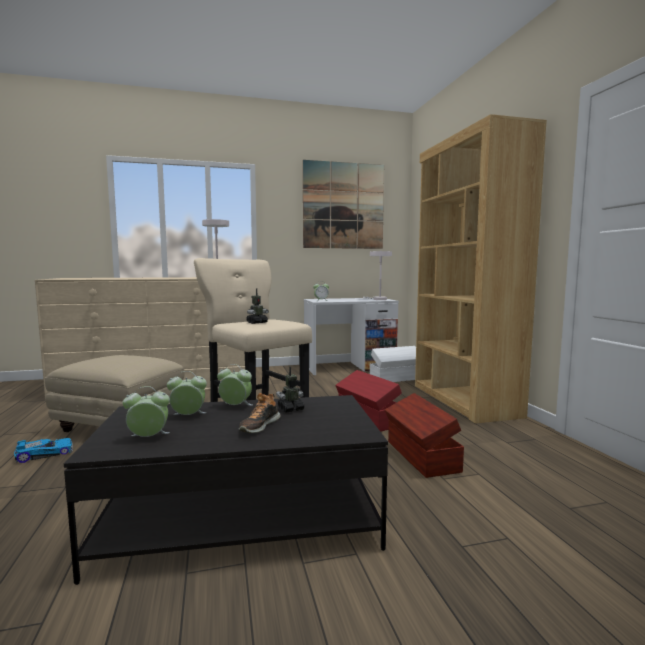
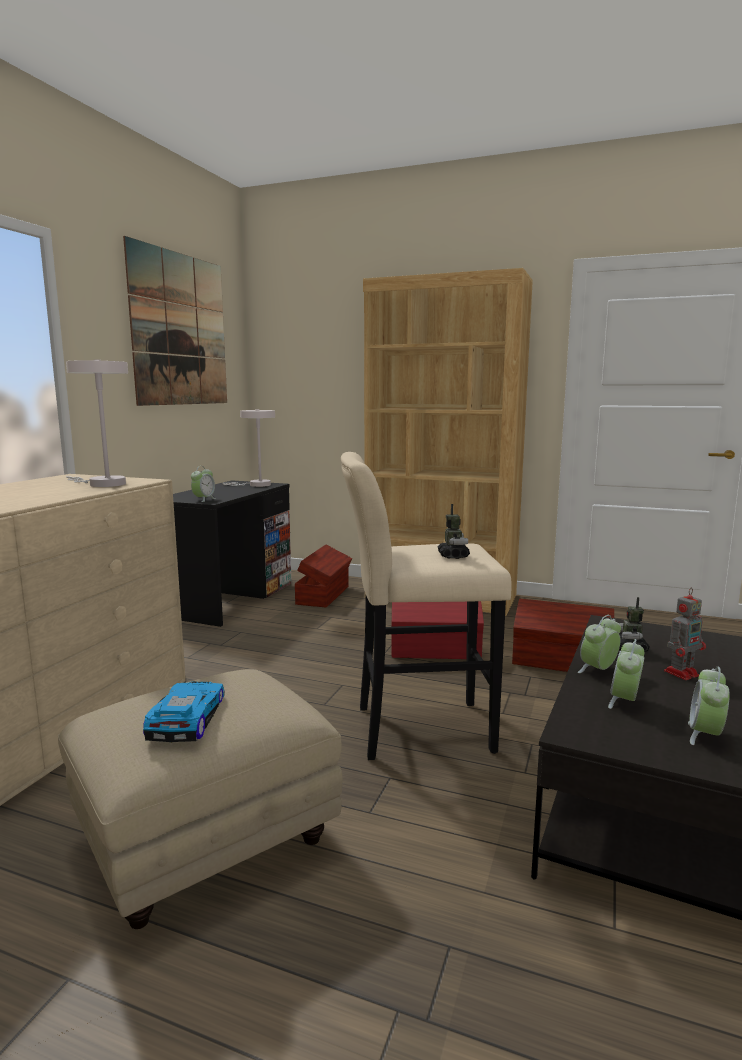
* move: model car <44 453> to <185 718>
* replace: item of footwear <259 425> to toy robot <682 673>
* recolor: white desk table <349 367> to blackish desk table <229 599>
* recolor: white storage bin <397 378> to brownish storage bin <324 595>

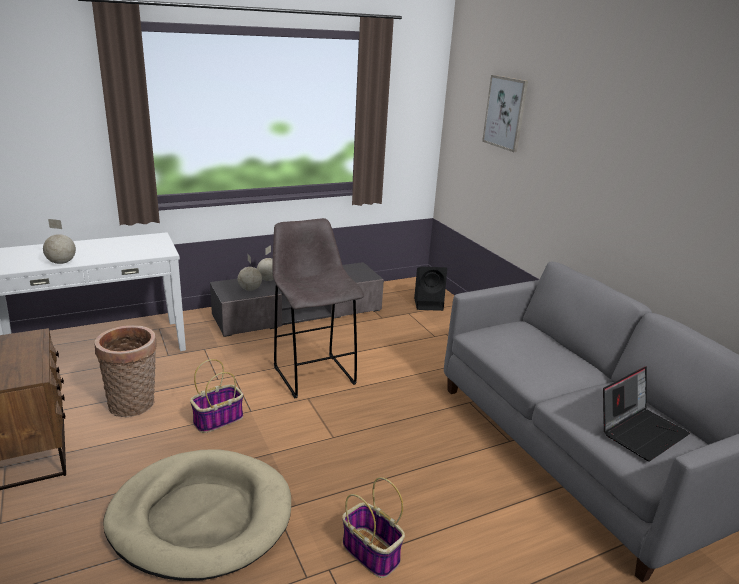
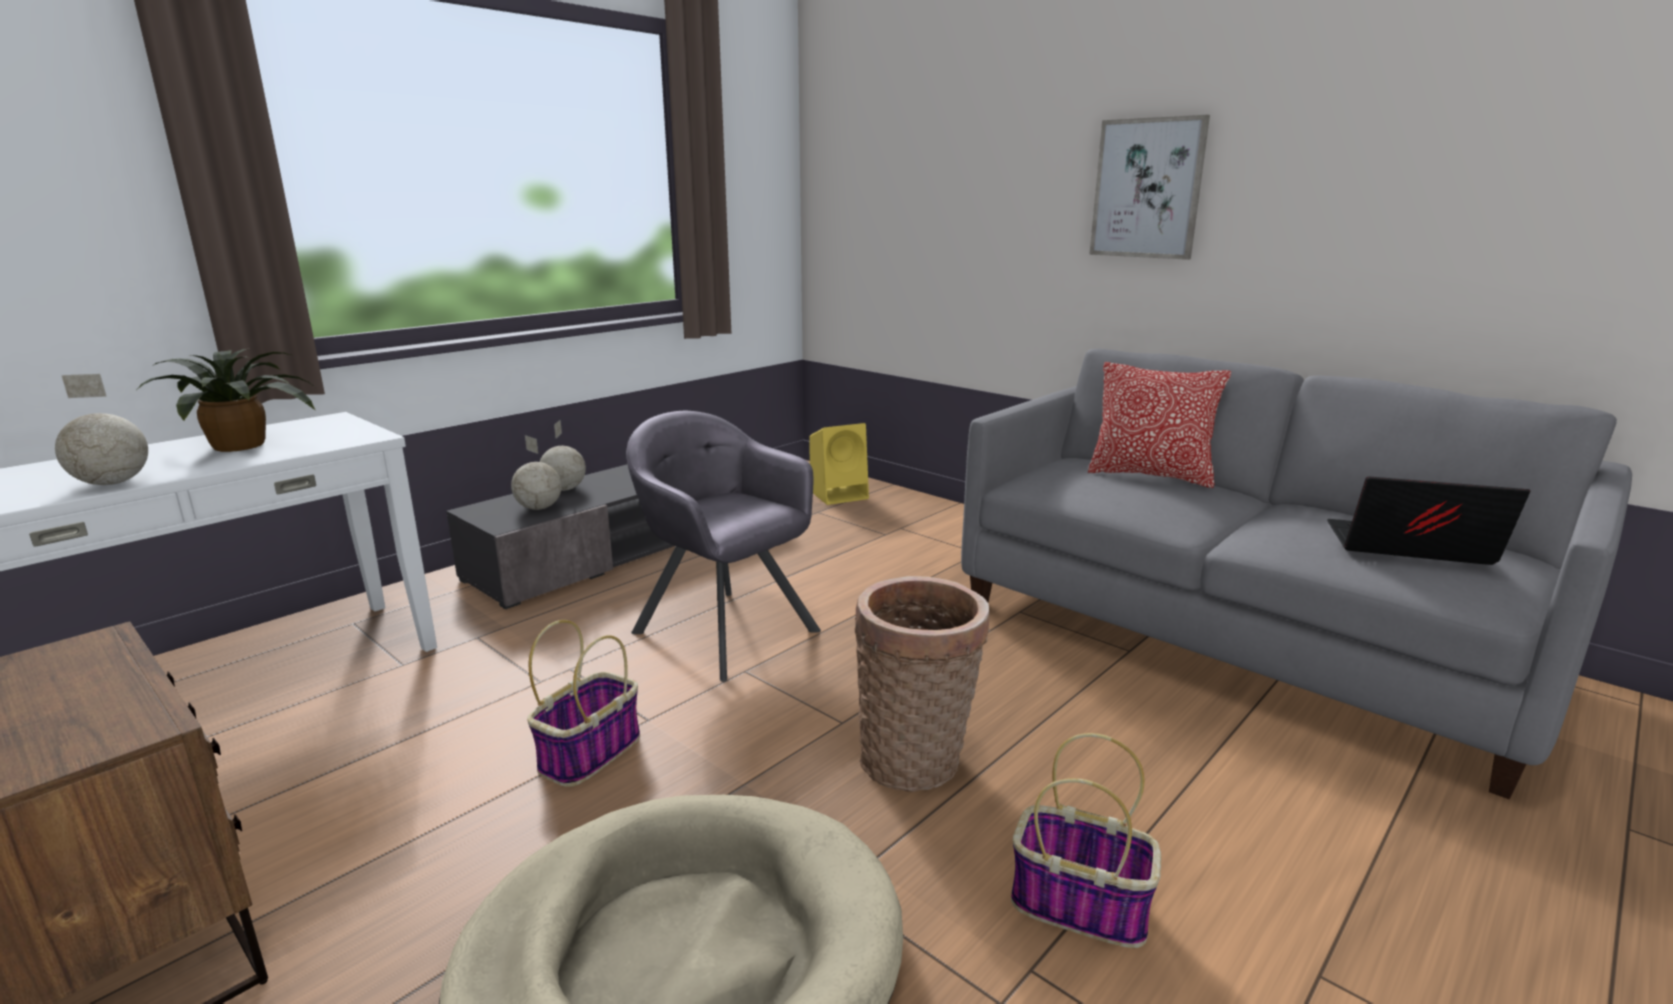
* insert: houseplant <244 445>
* insert: pillow <1150 475>
* move: household basket <134 405> to <916 760>
* move: wall art <505 113> to <1147 189>
* replace: greyish sitting stool <313 374> to greyish easy chair <725 630>
* recolor: blackish audio speaker <429 304> to yellow audio speaker <840 494>
* rotate: portable computer <640 431> = <1407 548> 105 degrees counterclockwise

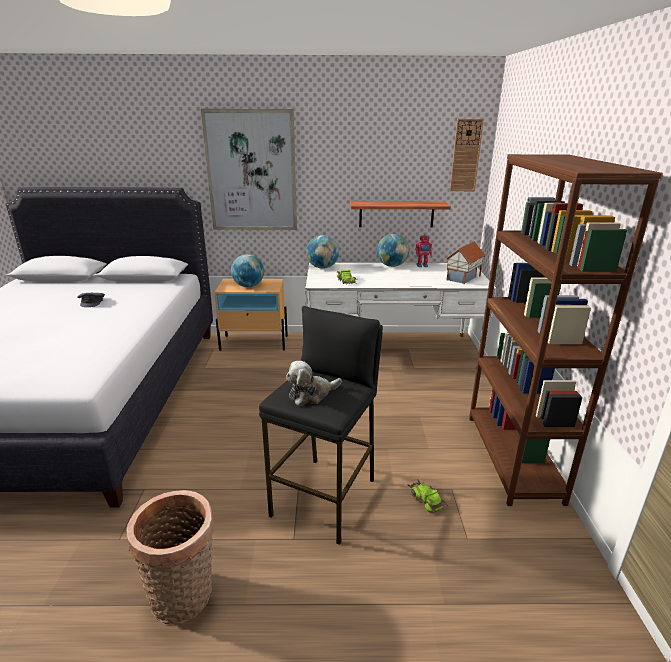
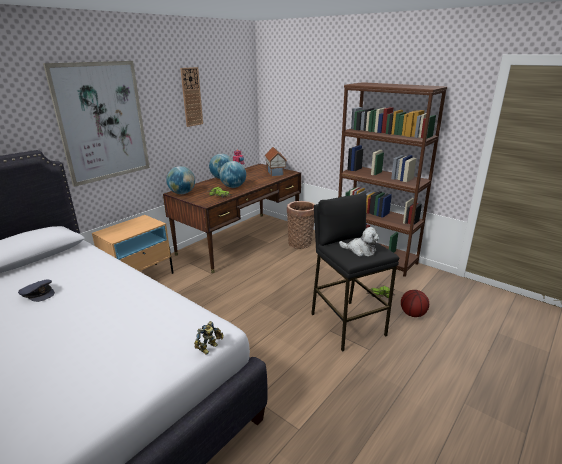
* delete: bracket shelf <396 214>
* insert: toy robot <210 348>
* insert: basketball ball <413 314>
* move: household basket <185 597> to <301 243>
* move: desk globe <248 286> to <233 187>
* move: wall clock <466 155> to <191 97>
* recolor: white desk table <391 350> to brownish desk table <240 240>
* rotate: plush toy <311 394> = <360 250> 75 degrees counterclockwise

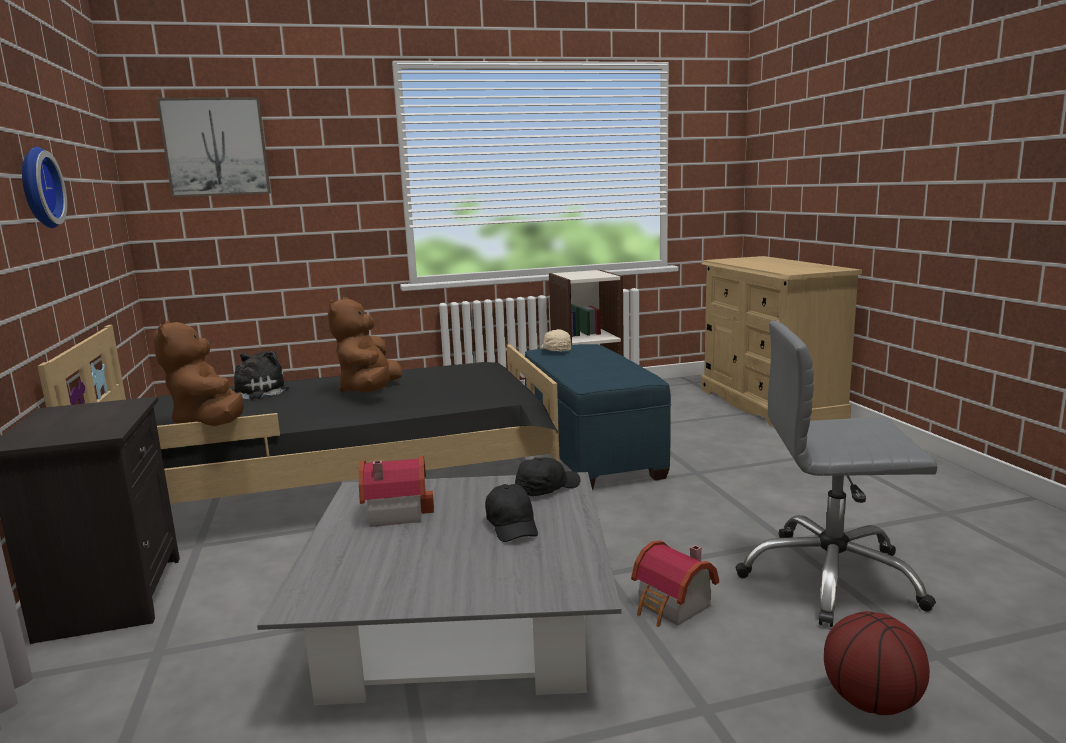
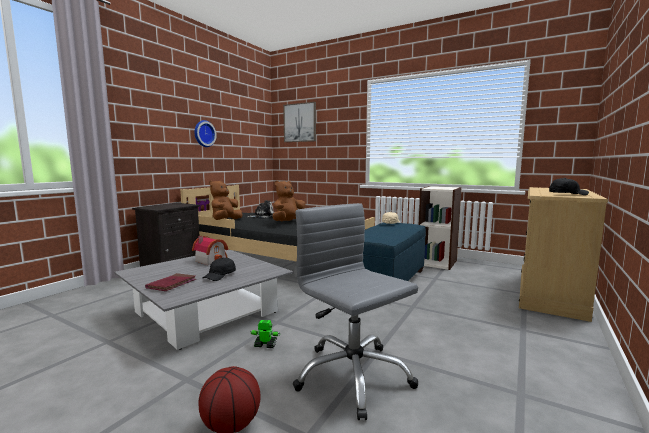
* insert: red bound book <172 284>
* move: blackish baseball cap <546 488> to <567 194>
* replace: toy house <673 607> to toy robot <265 345>

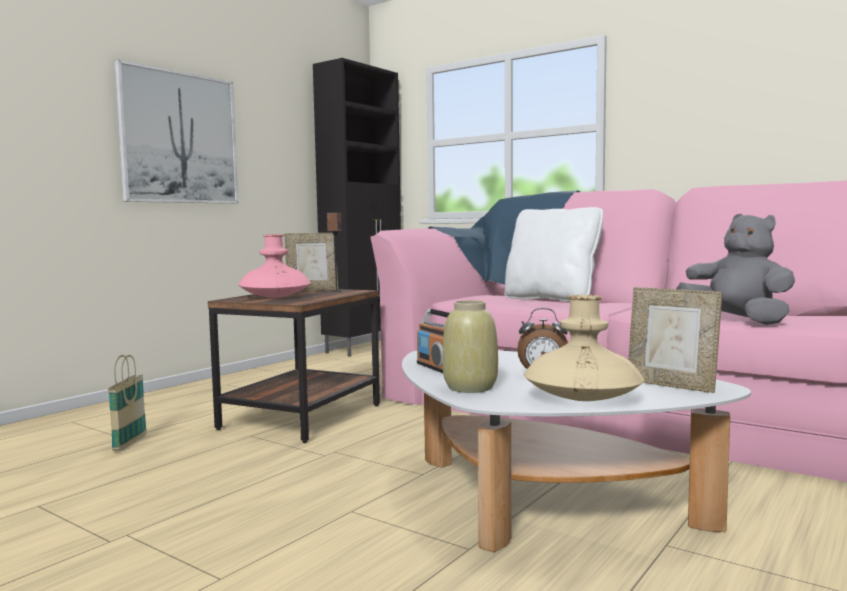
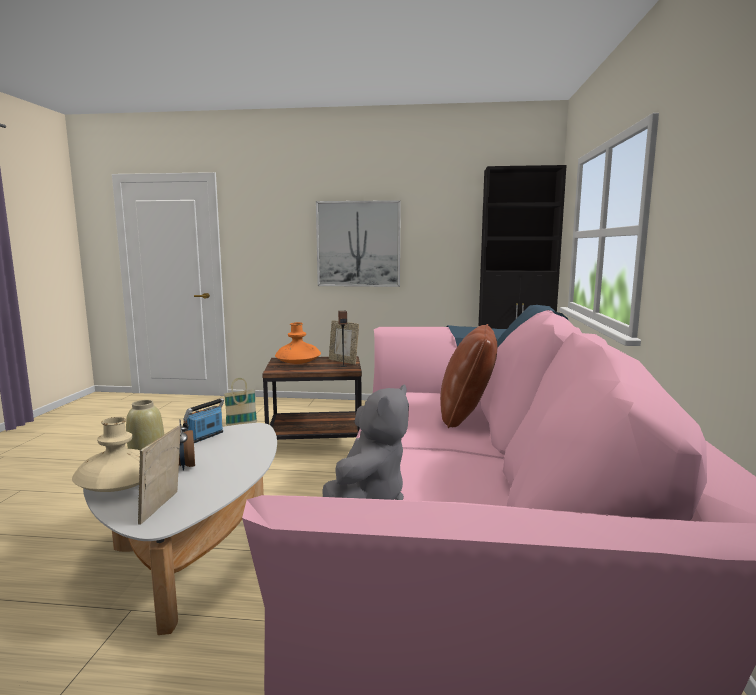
* recolor: pink-coloured flower vase <275 297> to orangey flower vase <298 363>
* recolor: white pillow <551 299> to brownish pillow <467 416>

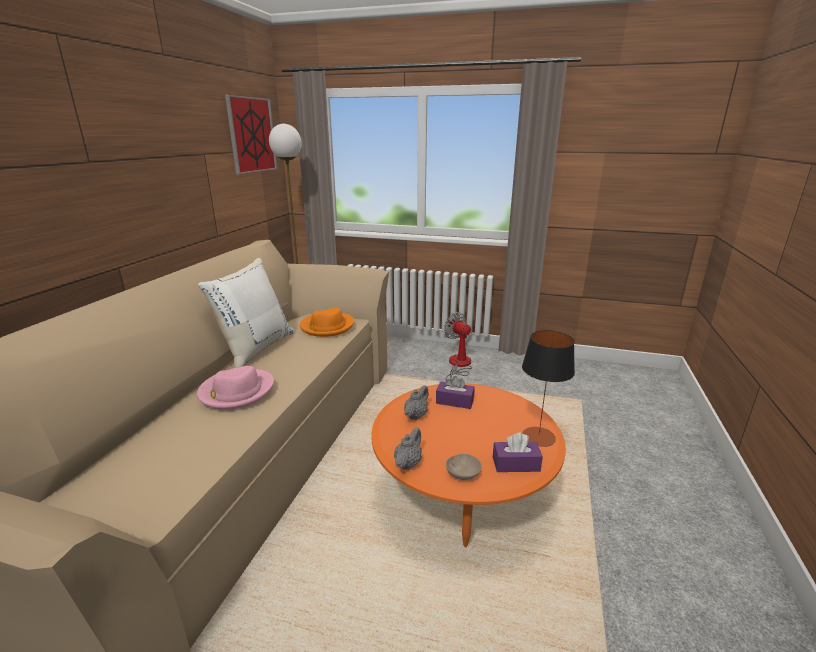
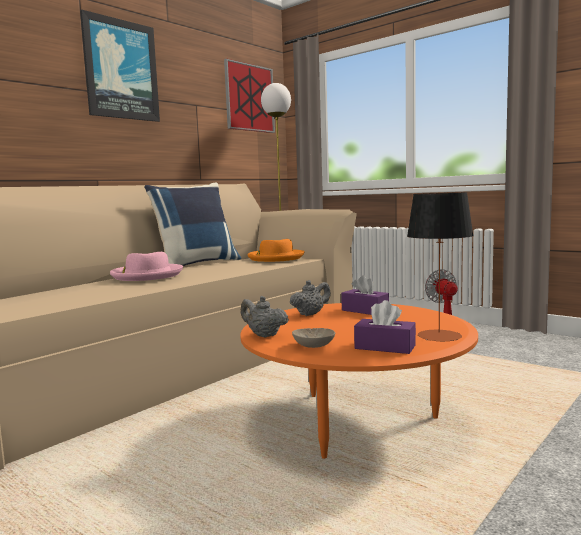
* insert: wall art <121 70>
* recolor: white pillow <256 348> to blue-coloured pillow <196 264>
* rotate: greyish teapot <408 463> = <263 335> 105 degrees counterclockwise

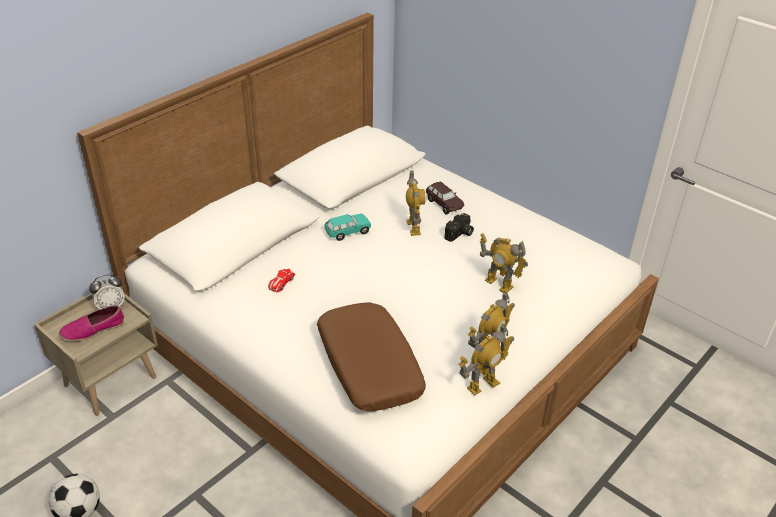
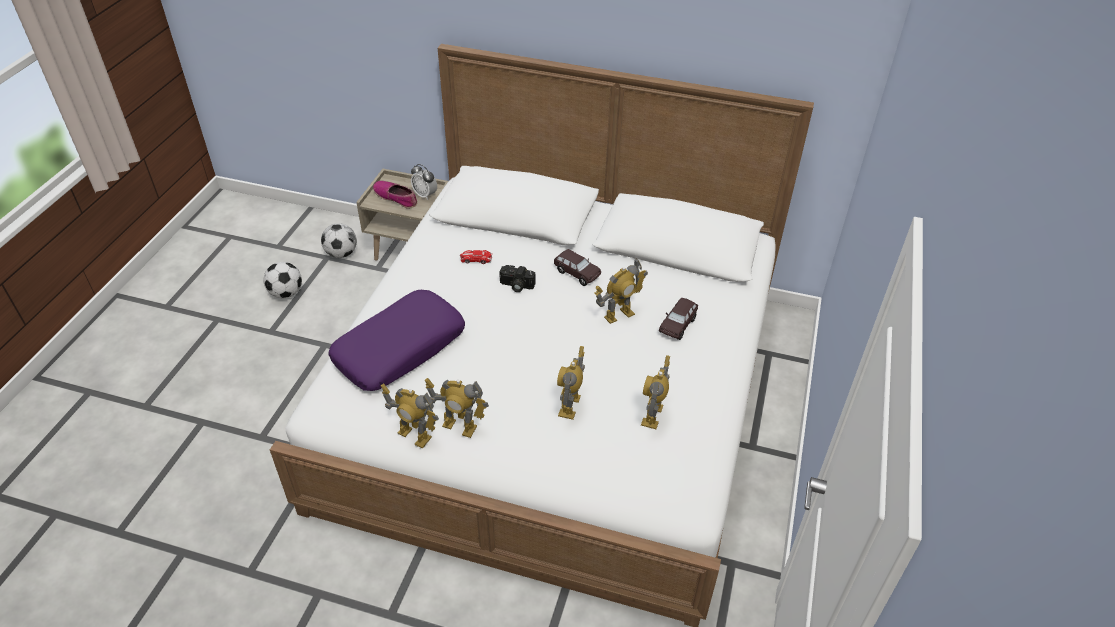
* insert: football <341 254>
* insert: toy robot <653 416>
* move: still camera <459 234> to <516 286>
* recolor: brownish pillow <368 365> to purplish pillow <399 348>
* recolor: blue-green model car <348 232> to brownish model car <577 273>

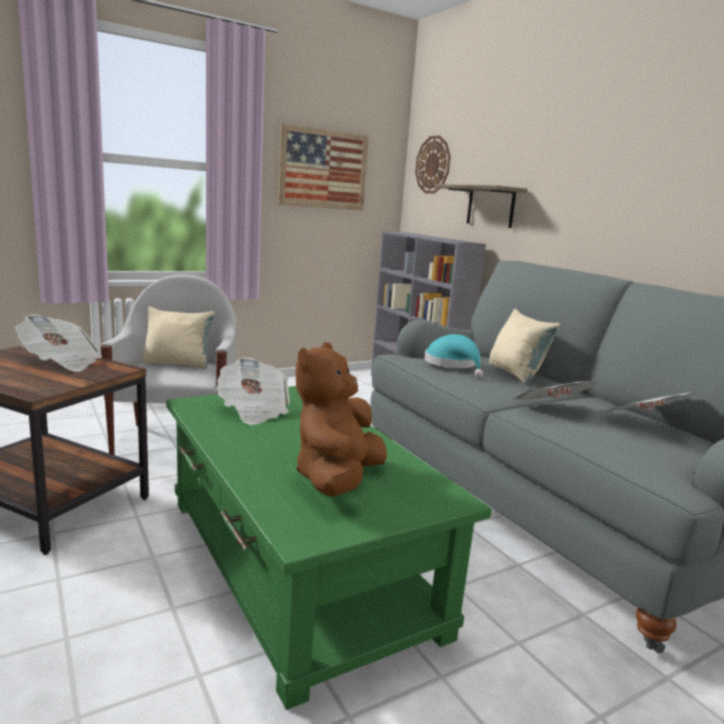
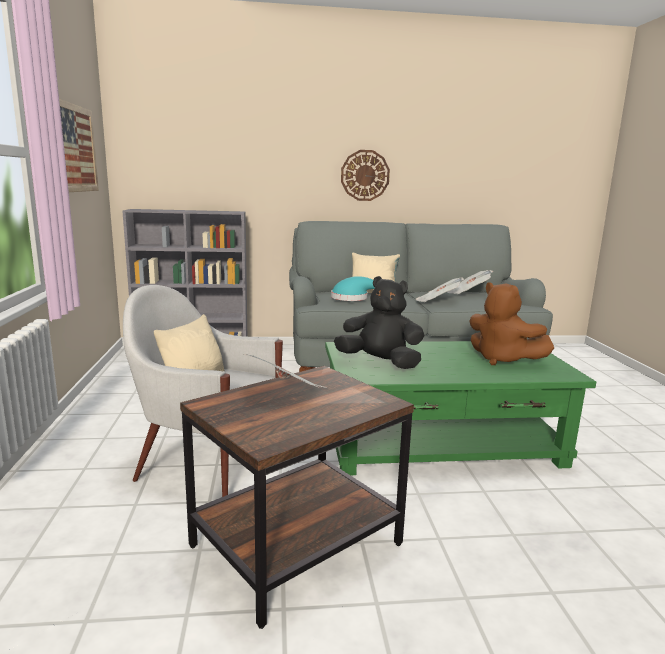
* delete: bracket shelf <490 206>
* move: wall clock <433 165> to <365 175>
* replace: newspaper <253 410> to blackish plush toy <380 362>

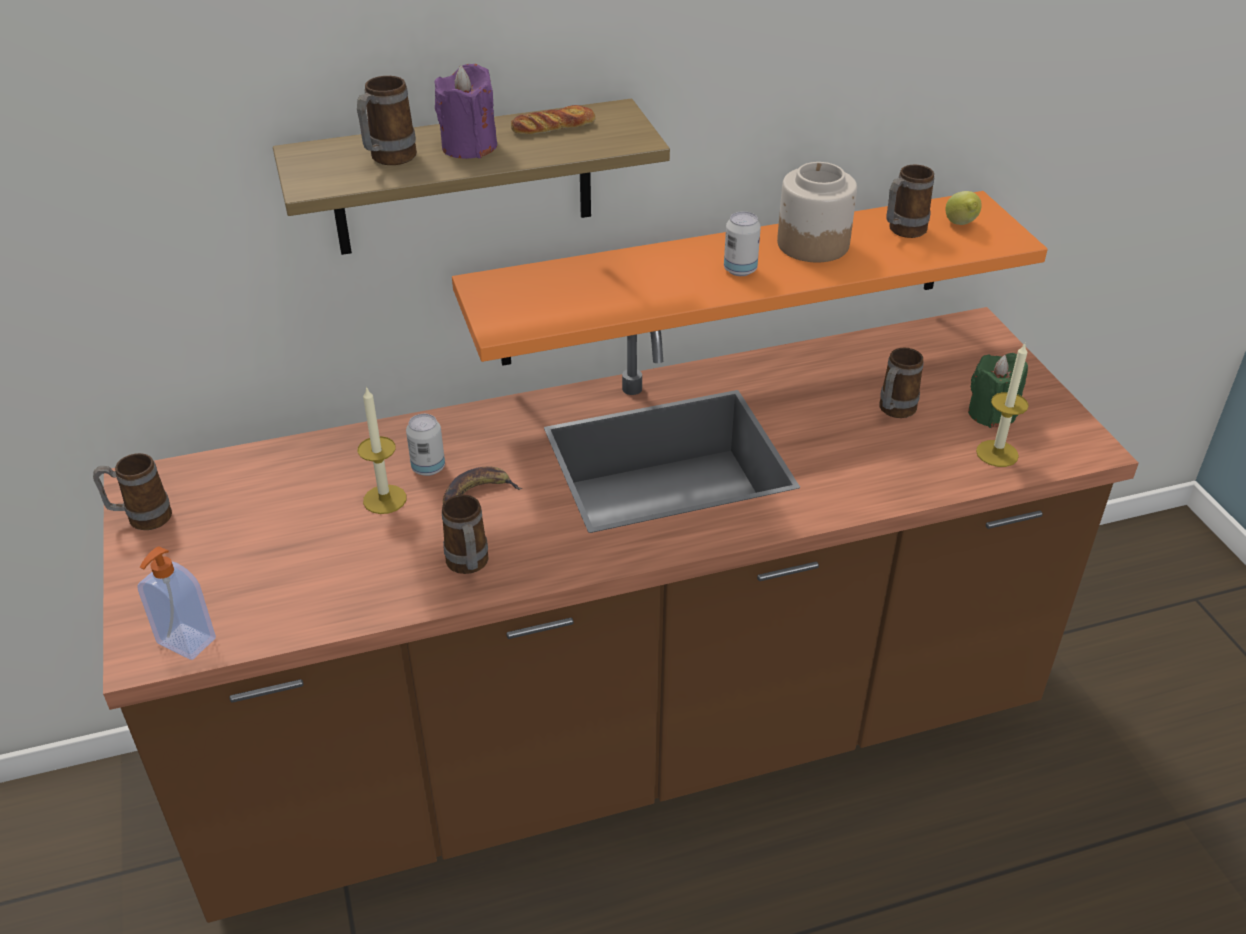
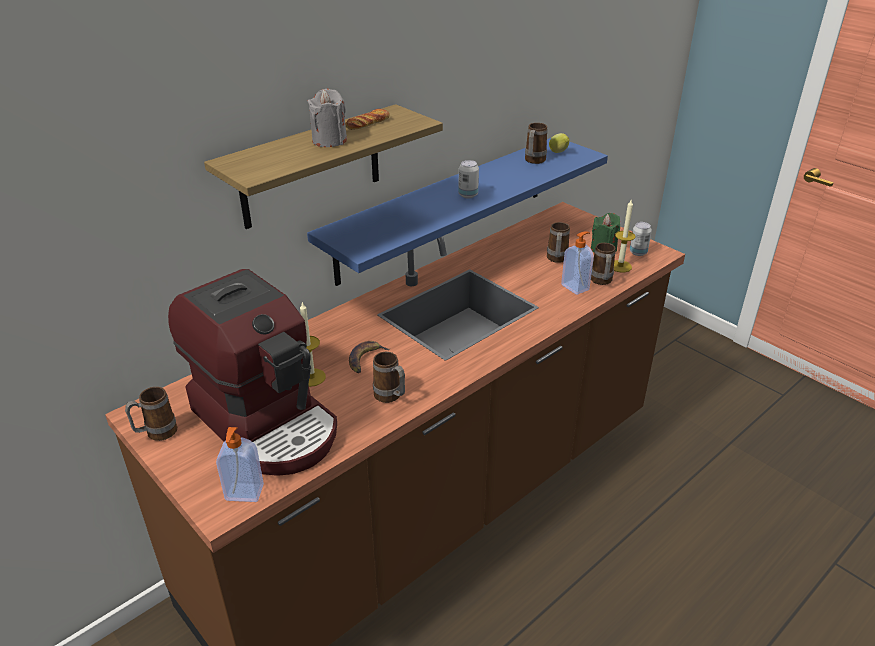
* delete: storage jar <812 244>
* insert: coffee brewer <268 421>
* insert: liquid soap bottle <575 287>
* move: mug <388 160> to <601 282>
* move: metal can <428 468> to <638 252>
* recolor: purplish wax candle <469 147> to greyish wax candle <329 141>
* recolor: orangey bracket shelf <728 278> to blue-coloured bracket shelf <445 207>

